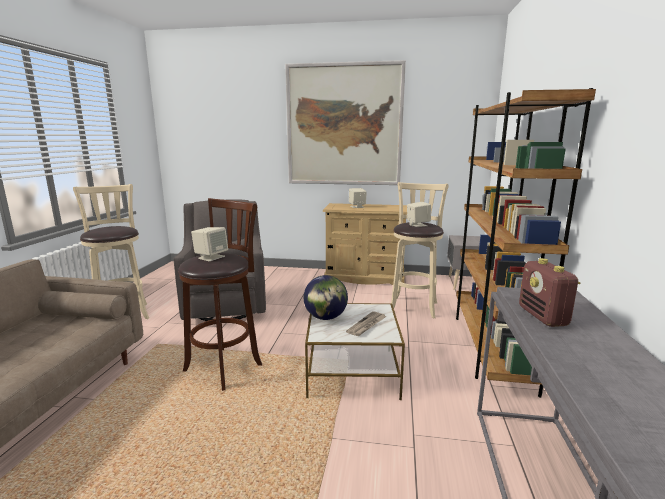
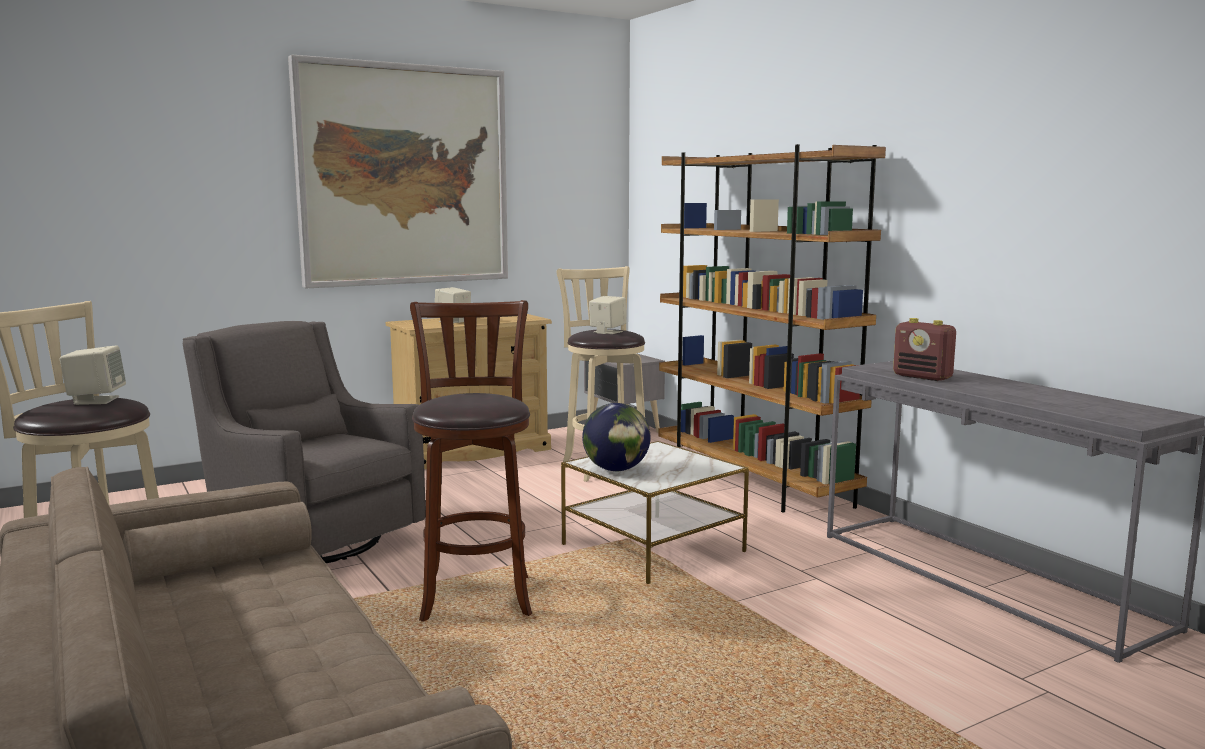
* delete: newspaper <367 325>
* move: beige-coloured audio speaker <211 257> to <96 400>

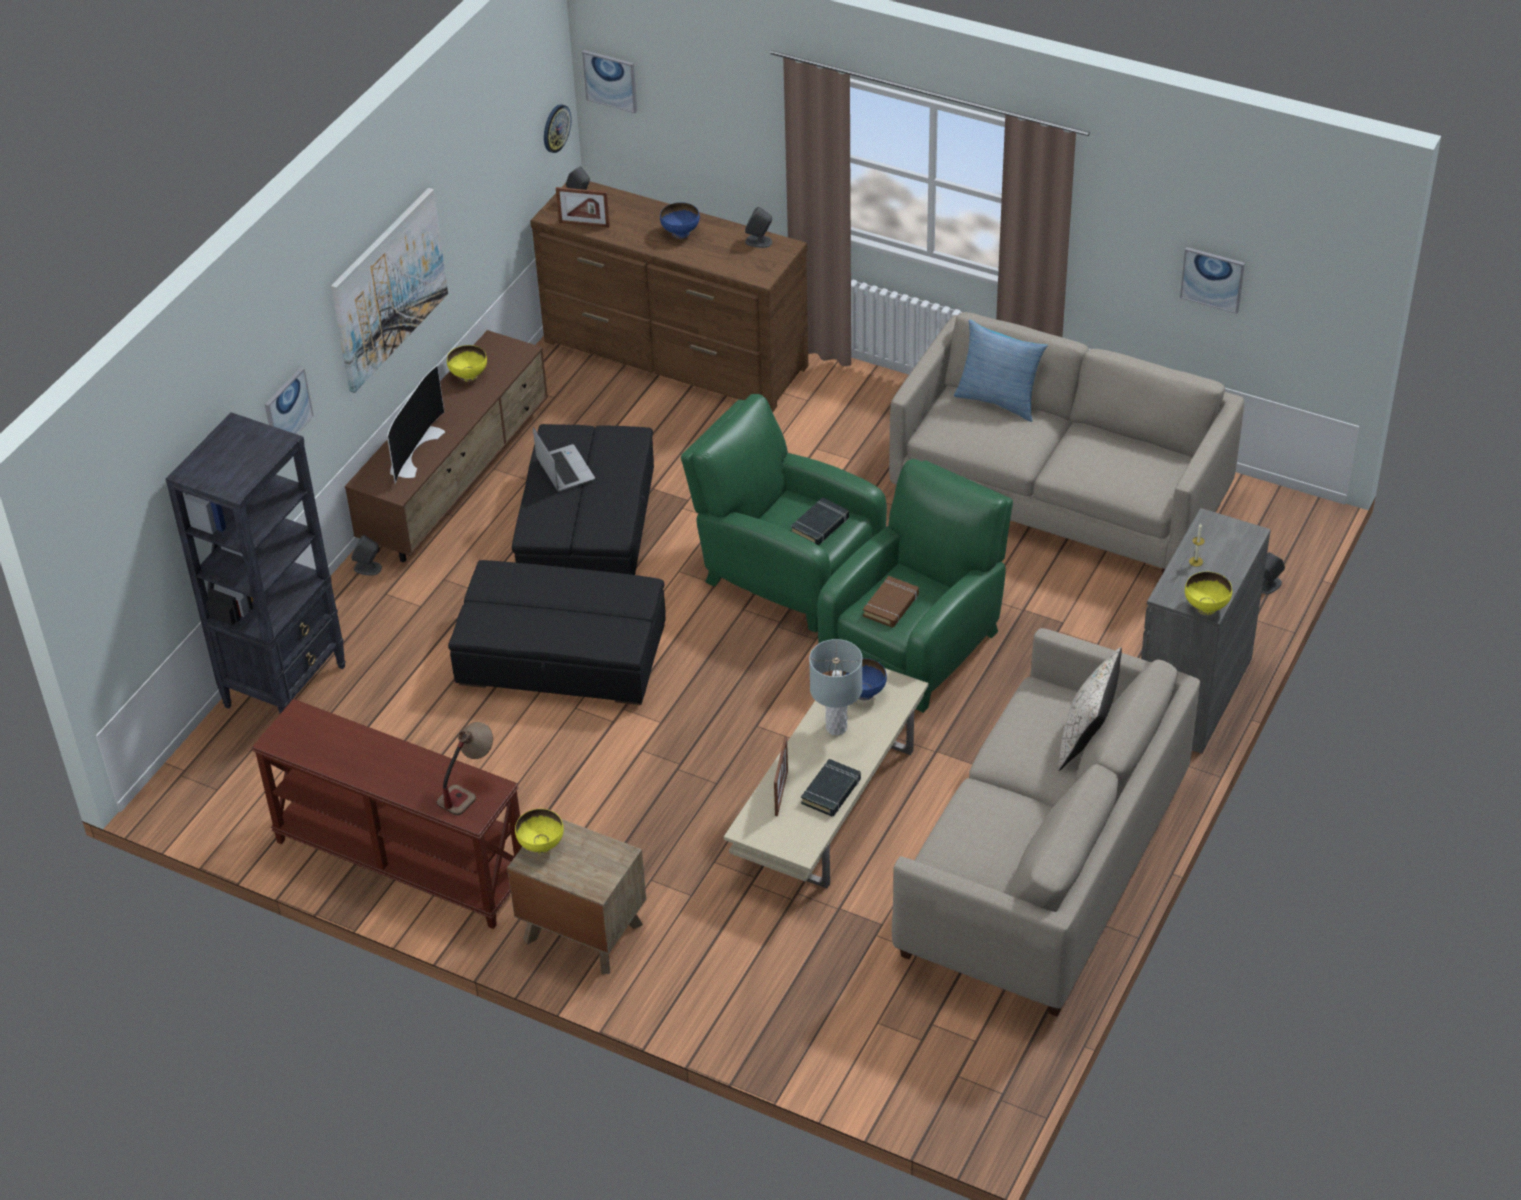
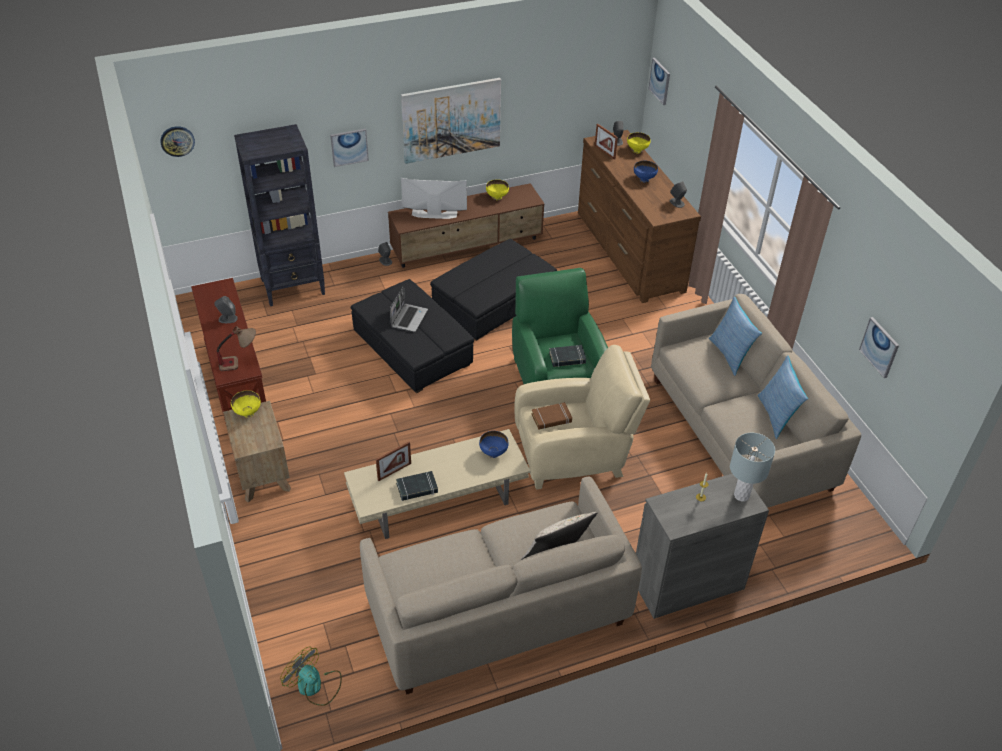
* insert: fan <315 686>
* insert: pillow <776 416>
* move: portable computer <564 469> to <409 318>
* move: wall clock <556 128> to <177 141>
* move: greyish table lamp <836 727> to <741 495>
* move: yellow bowl <1206 607> to <637 150>
* move: greyish audio speaker <1268 585> to <227 319>
* recolor: greenish easy chair <916 645> to beige-coloured easy chair <574 454>
* rotate: television <414 450> = <434 214> 150 degrees counterclockwise

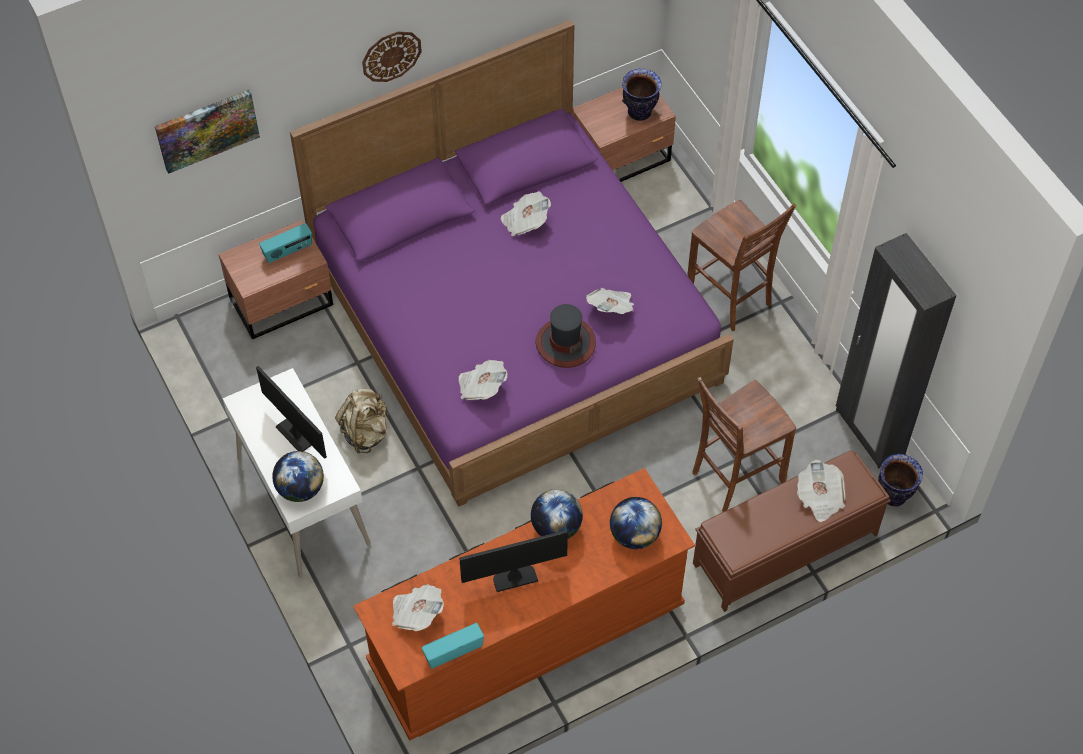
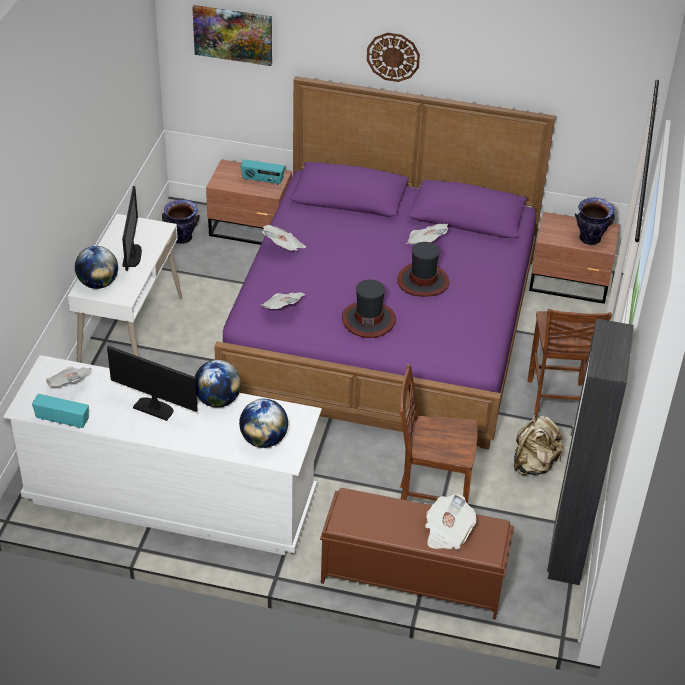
* insert: clothing hat <422 281>
* move: beige-coloured knapsack <365 432> to <534 464>
* move: newspaper <611 308> to <284 247>
* move: flower vase <894 496> to <182 238>
* recolor: brownish drawer chest <526 635> to white drawer chest <171 497>

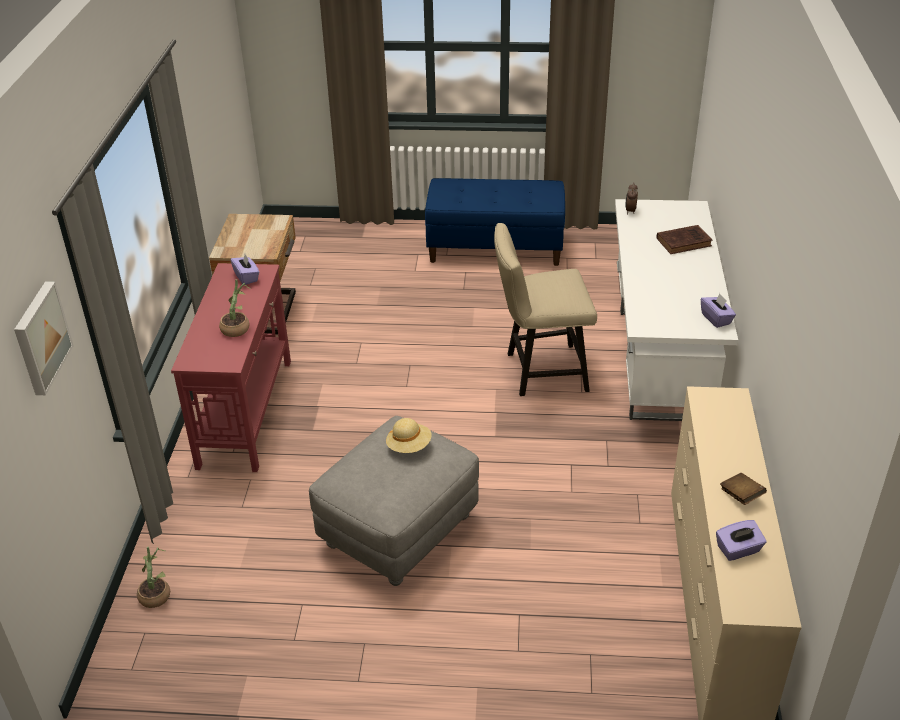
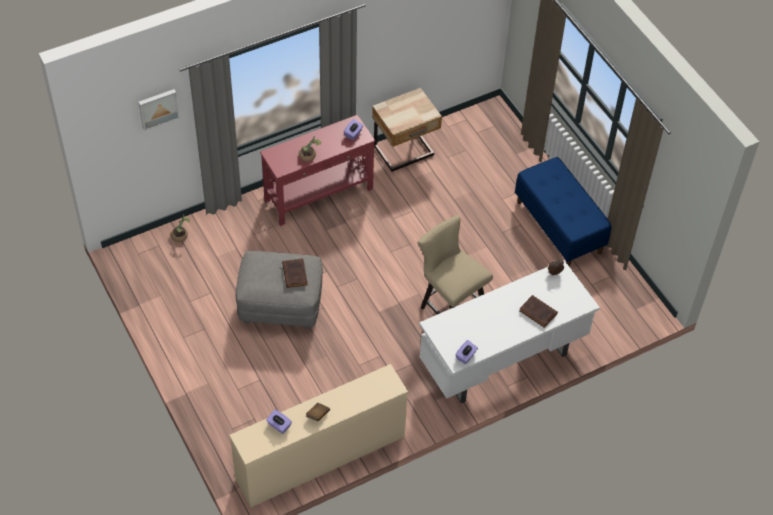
* replace: beige-coloured clothing hat <409 446> to brownish bound book <294 273>

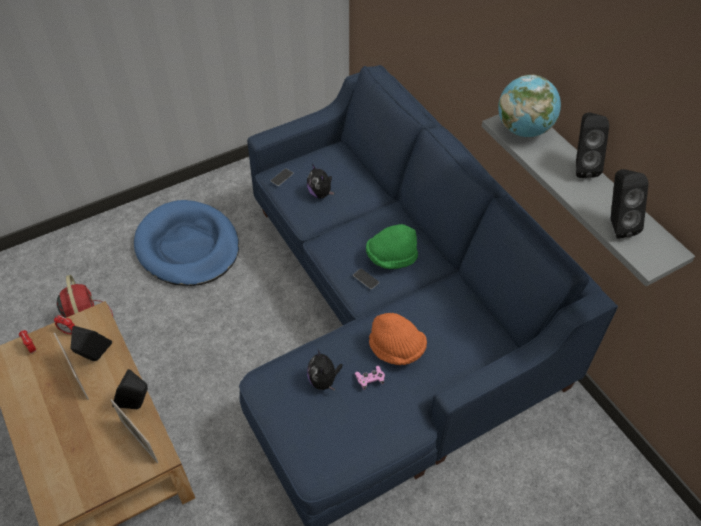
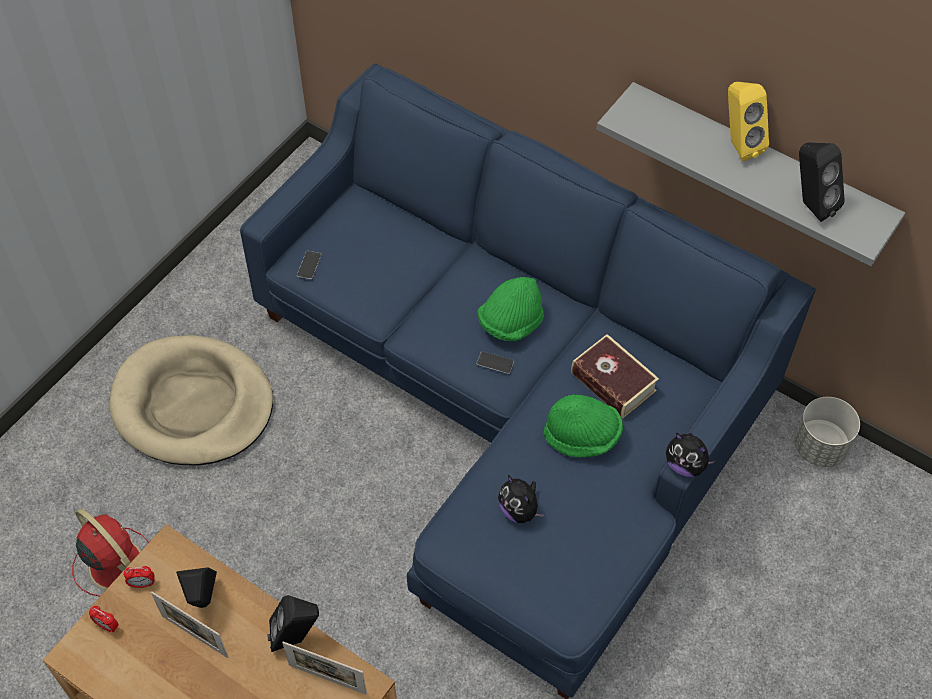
* delete: pink-coloured joypad <370 380>
* delete: desk globe <523 129>
* insert: bound book <613 382>
* insert: greyish planter <820 447>
* move: plush toy <320 193> to <685 465>
* recolor: blue-coloured dog bed <188 247> to beige-coloured dog bed <193 405>
* recolor: orangey clothing hat <396 349> to greenish clothing hat <582 436>
* recolor: blackish audio speaker <581 167> to yellow audio speaker <738 145>

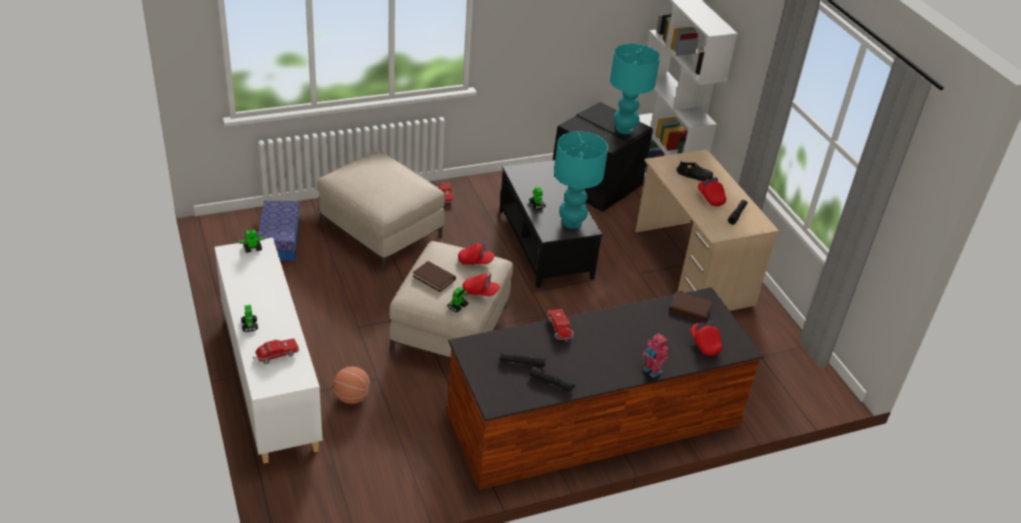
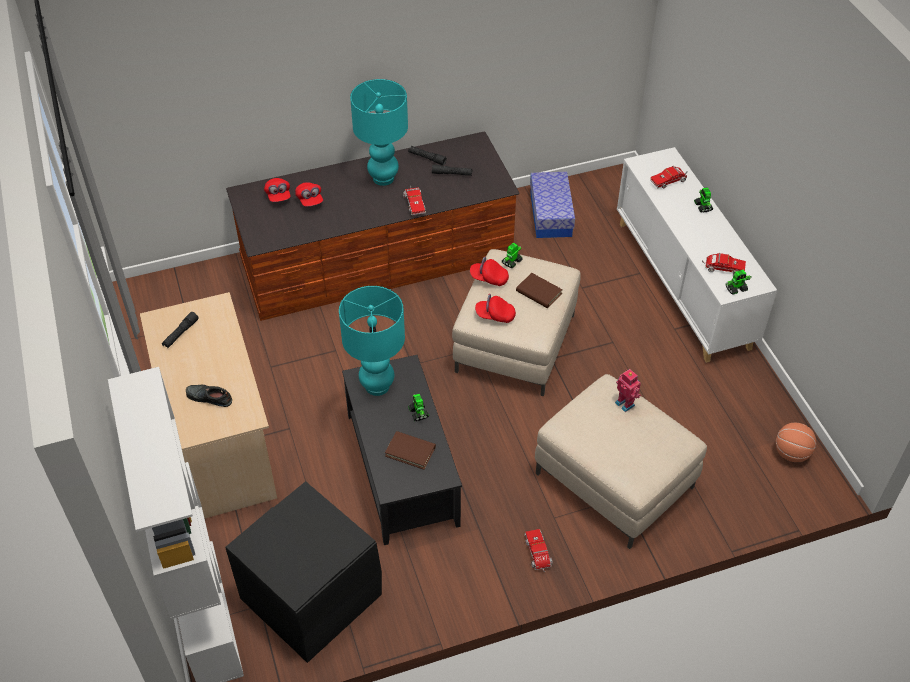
* insert: toy truck <722 268>
* move: storage bin <280 240> to <551 214>
* move: basketball ball <352 397> to <791 453>
* move: blue-green table lamp <624 129> to <384 178>
* move: toy robot <651 371> to <626 403>
* move: brownish bound book <690 308> to <410 451>
* move: red baseball cap <710 198> to <309 200>

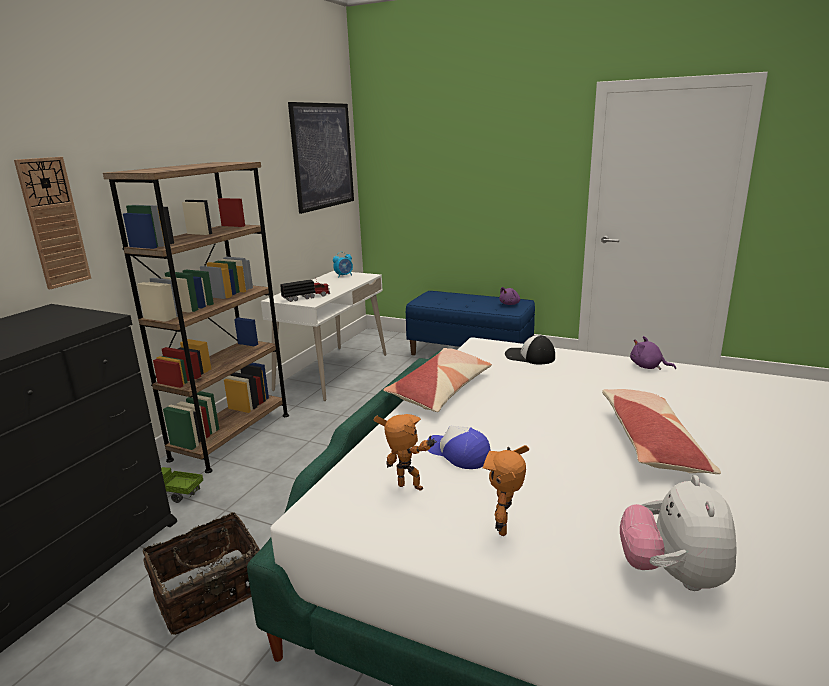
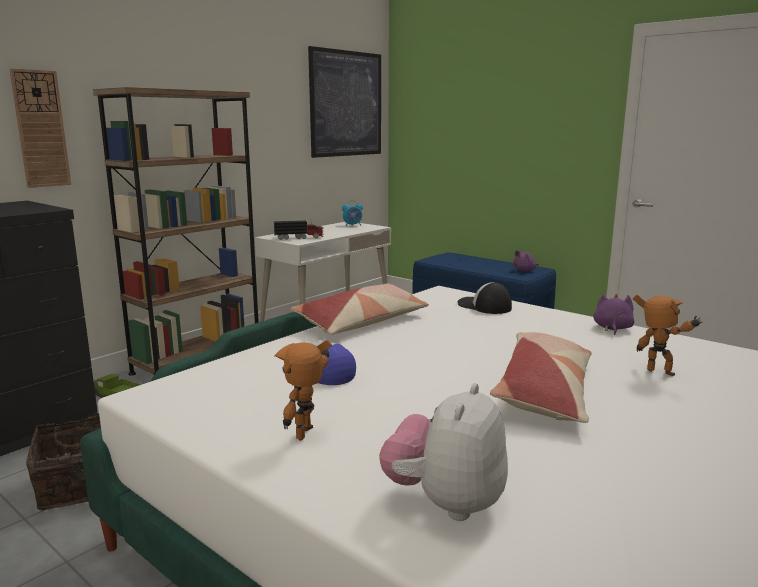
* move: toy robot <409 489> to <659 374>
* rotate: purplish plush toy <648 367> = <612 328> 60 degrees clockwise

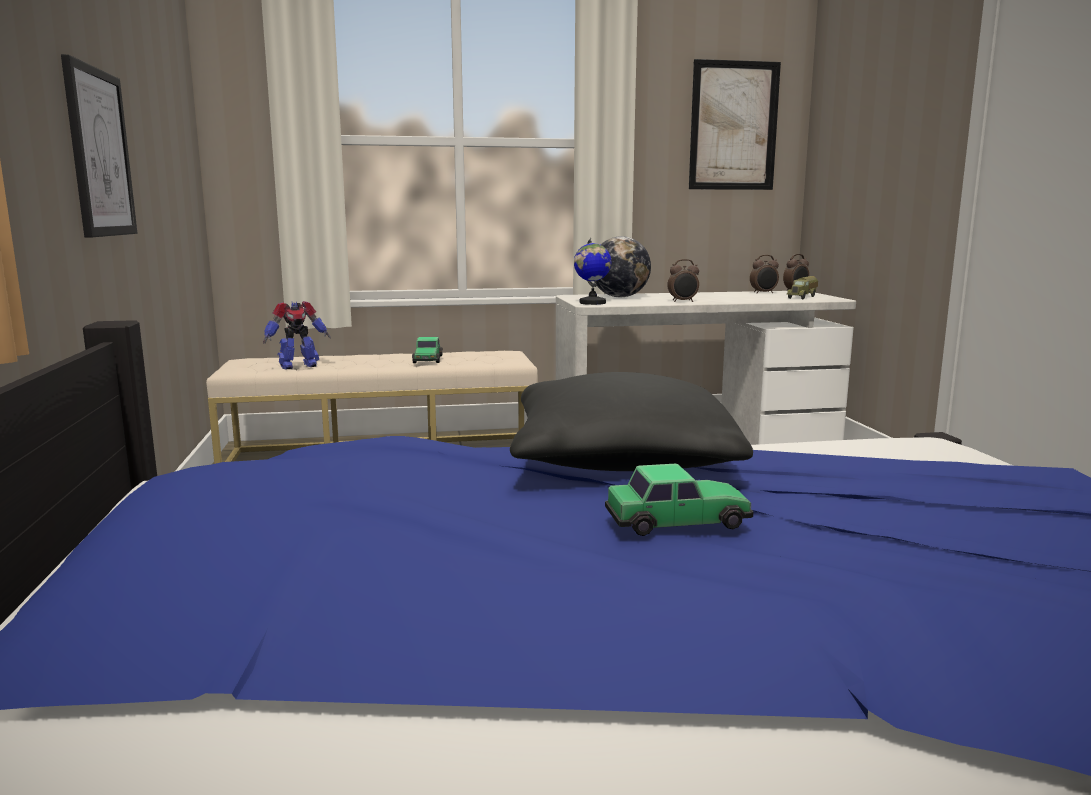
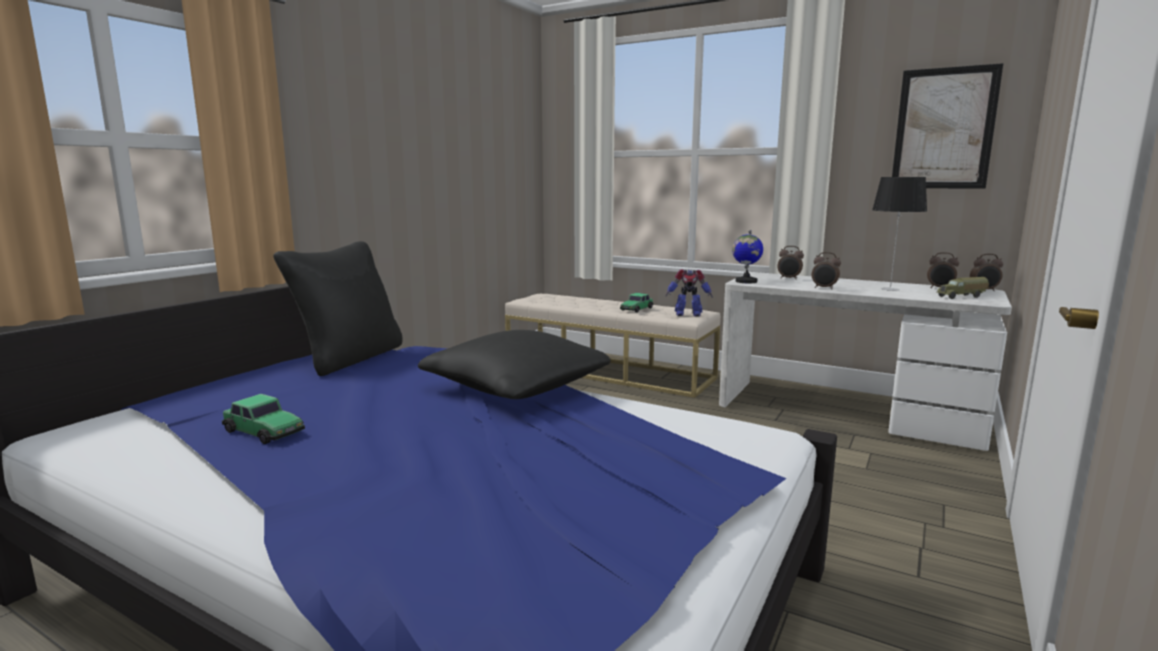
* delete: wall art <99 153>
* insert: blackish pillow <349 358>
* insert: table lamp <890 289>
* move: toy robot <297 366> to <687 314>
* move: model car <678 520> to <264 431>
* replace: desk globe <620 297> to table clock <789 279>

